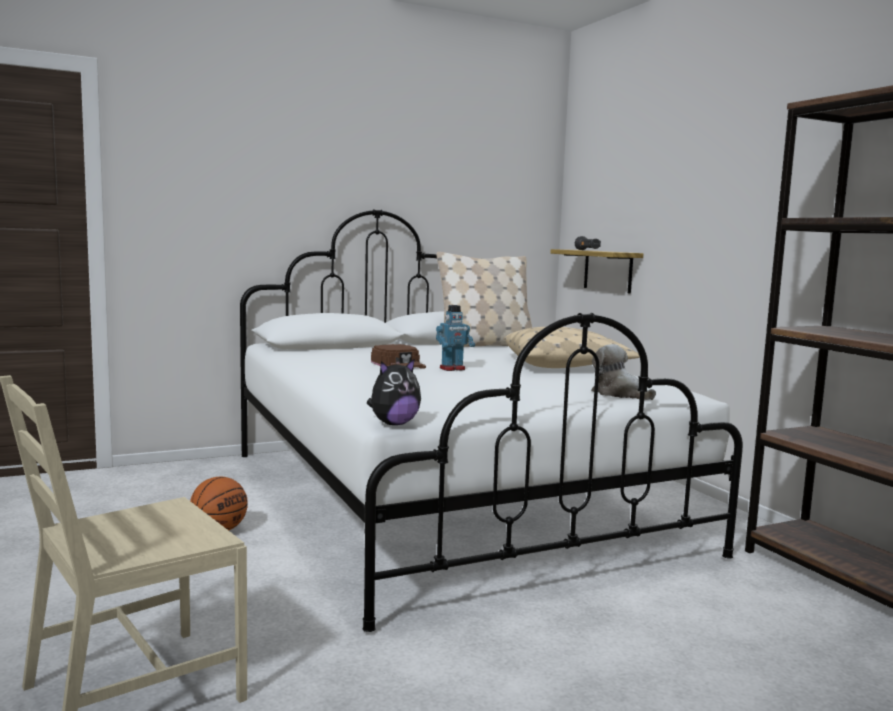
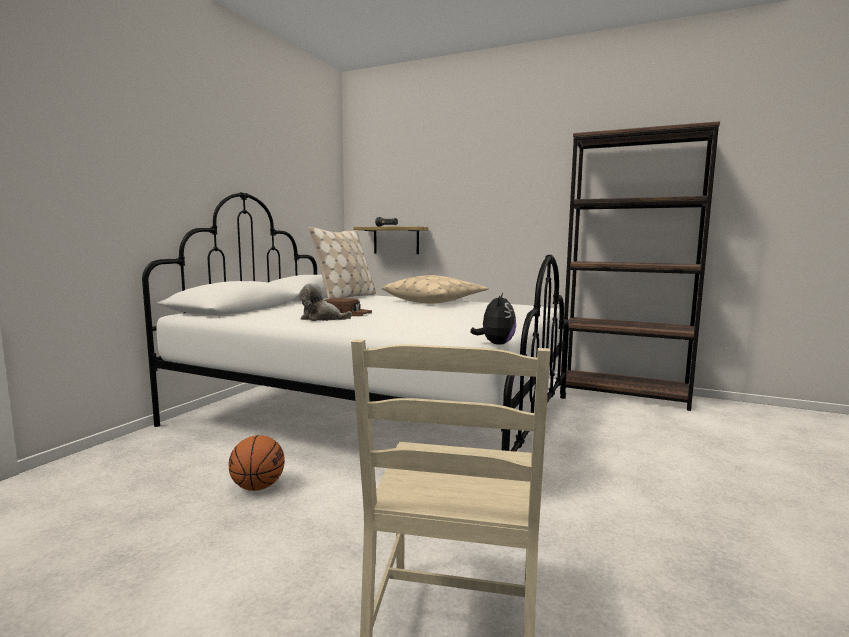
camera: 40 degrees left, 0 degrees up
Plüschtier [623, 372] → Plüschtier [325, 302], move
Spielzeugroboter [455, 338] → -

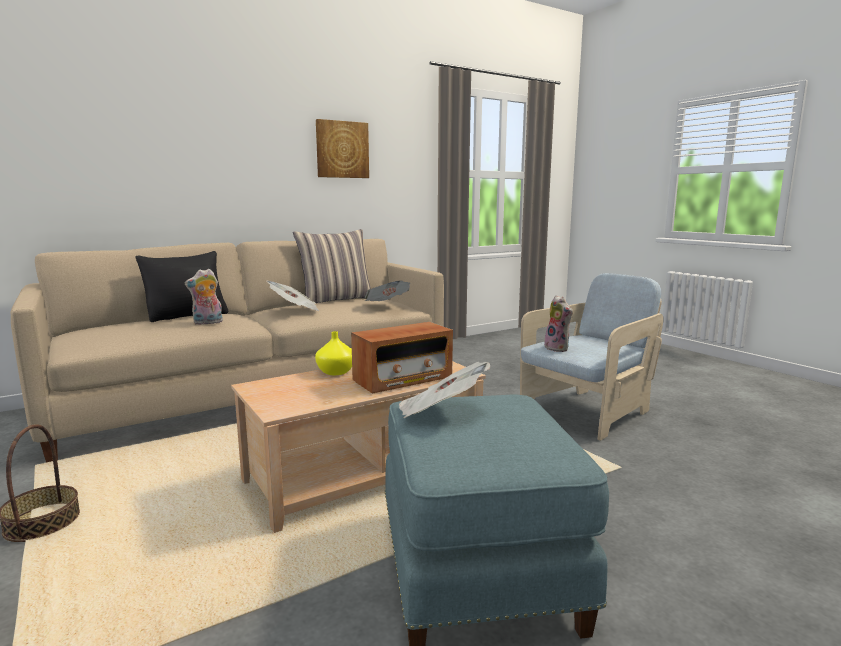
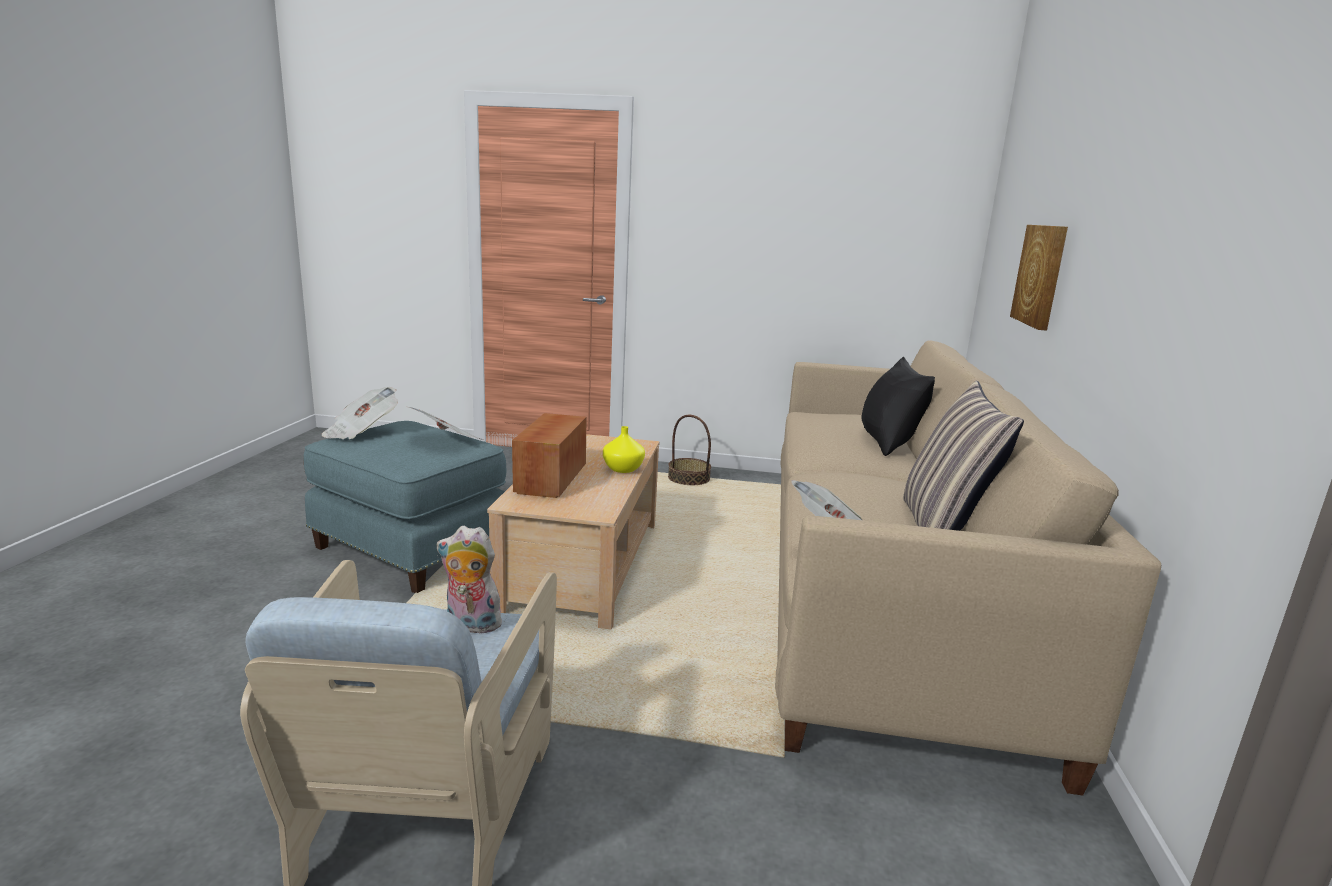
camera: 130 degrees right, 5 degrees up
Zeitung [293, 296] → Zeitung [360, 413], move
Bild [342, 148] → Bild [1039, 277], move
Plüschtier [204, 297] → -

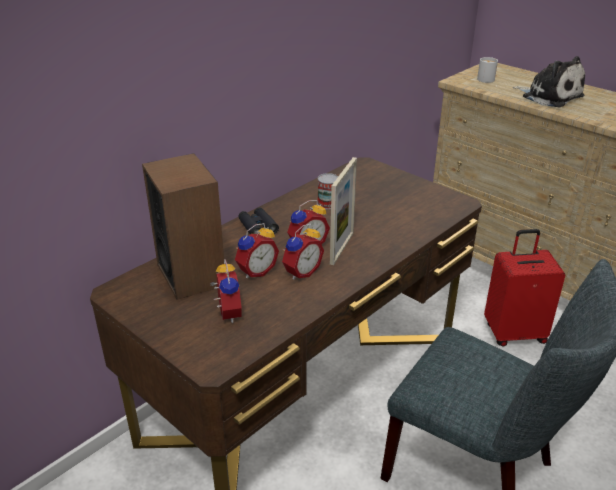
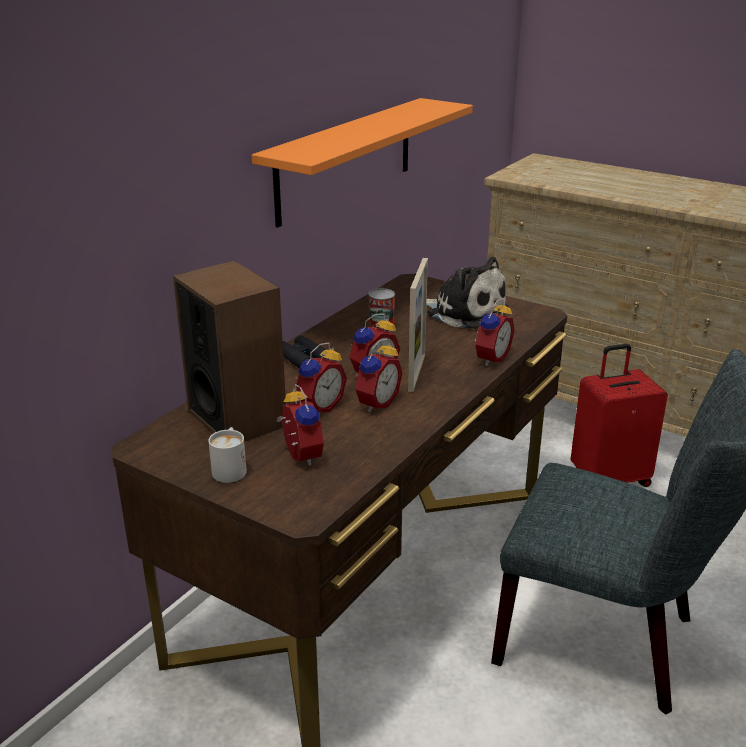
camera: 10 degrees left, 5 degrees down
Henkelbecher [weiß] [487, 70] → Henkelbecher [weiß] [227, 455], move
- → Wandregal [orange] [362, 163]
Plüschtier [549, 81] → Plüschtier [467, 293], move
- → Wecker [494, 332]

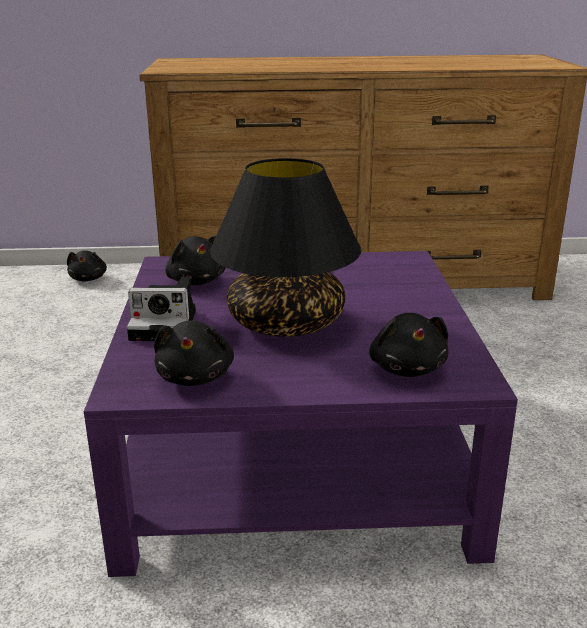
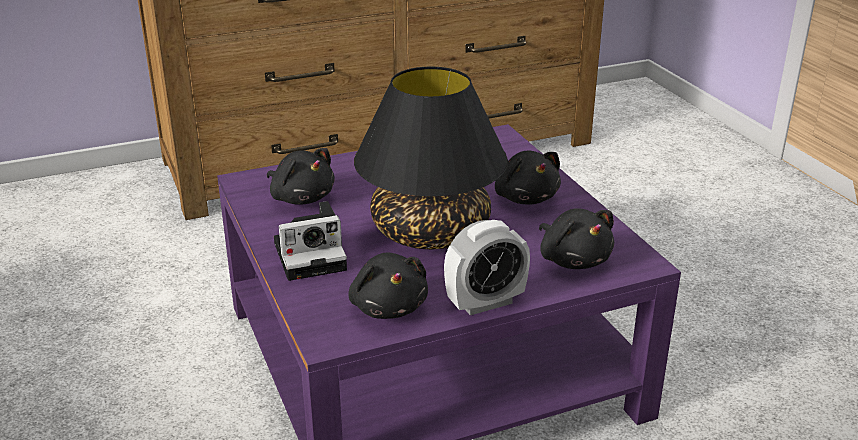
camera: 20 degrees left, 5 degrees up
- → Wecker [487, 267]
Plüschtier [schwarz] [87, 266] → Plüschtier [schwarz] [528, 178], move

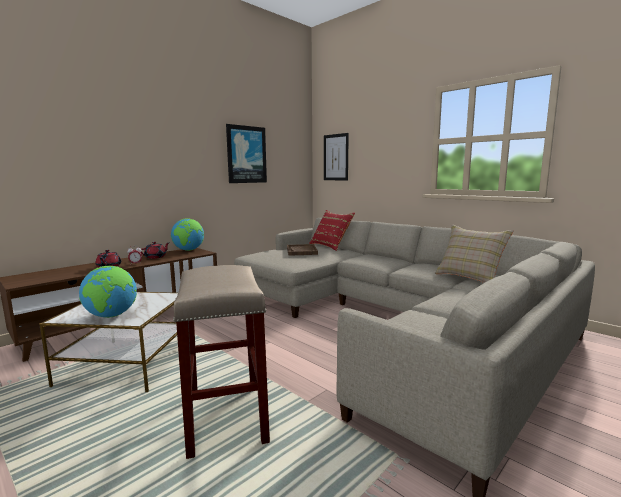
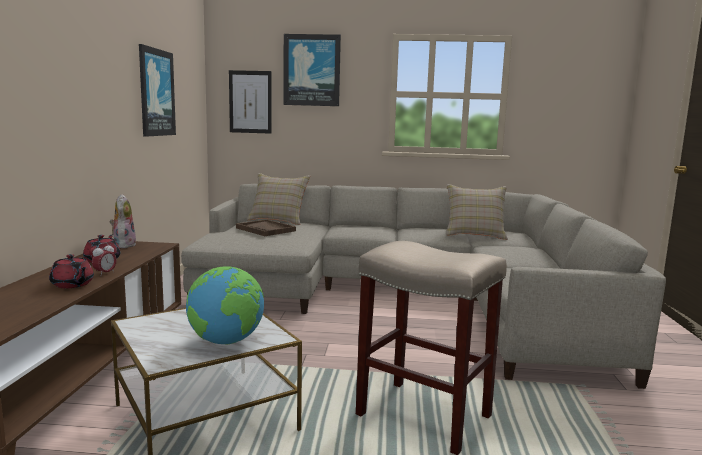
camera: 40 degrees left, 0 degrees up
Globus [187, 234] → Plüschtier [123, 221]
Kissen [rot] [332, 230] → Kissen [beige] [278, 199]
- → Bild [312, 70]

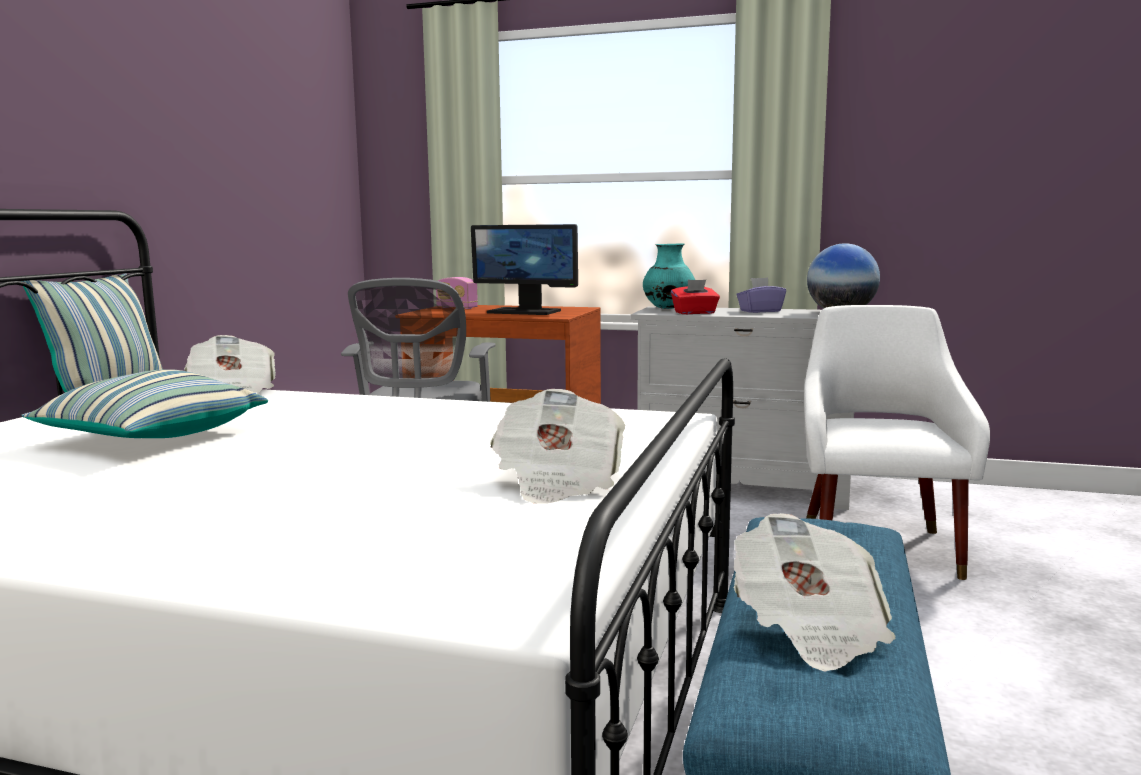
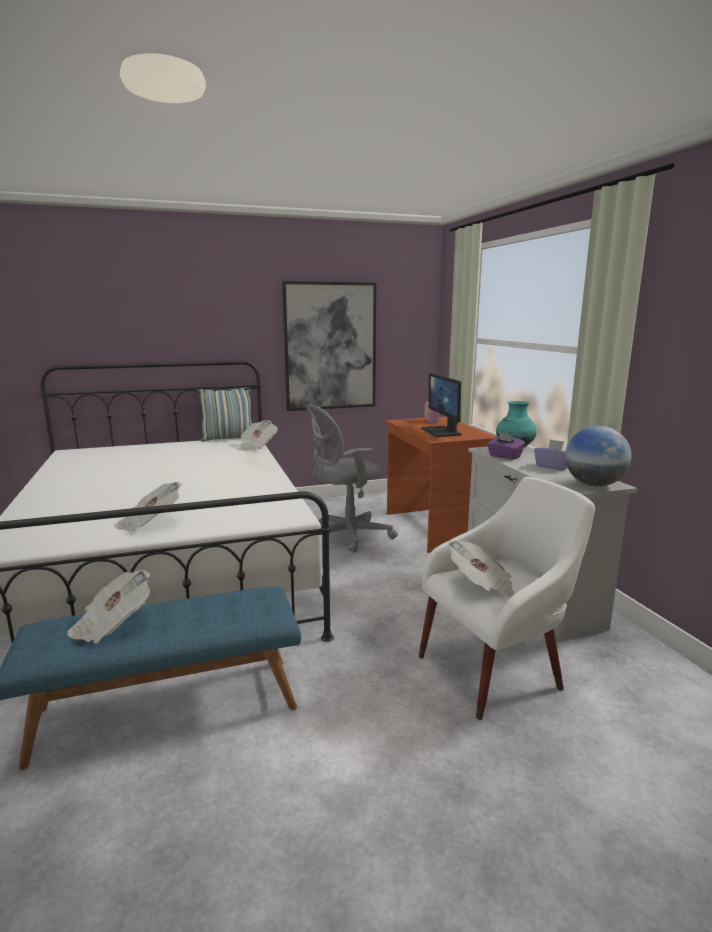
camera: 55 degrees right, 5 degrees up
- → Bild [329, 346]
- → Zeitung [481, 569]
Taschentuchbox [rot] [695, 297] → Taschentuchbox [lila] [506, 446]
Kissen [145, 403] → -

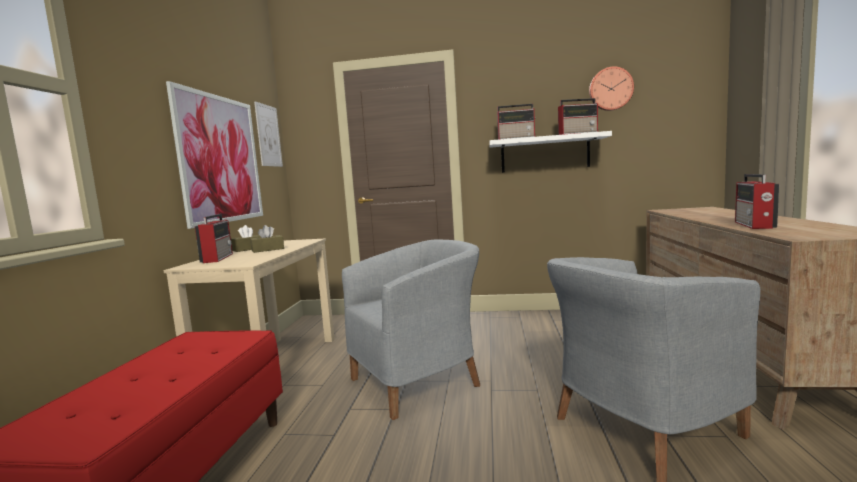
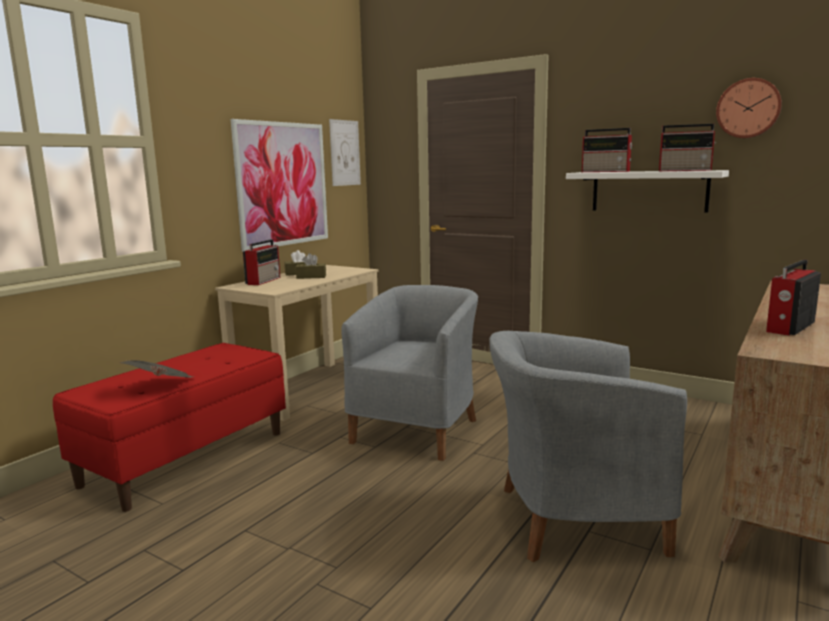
camera: 25 degrees right, 5 degrees up
- → Zeitung [157, 369]
Sessel [grau] [411, 329] → Sessel [grau] [409, 373], 60 degrees counterclockwise

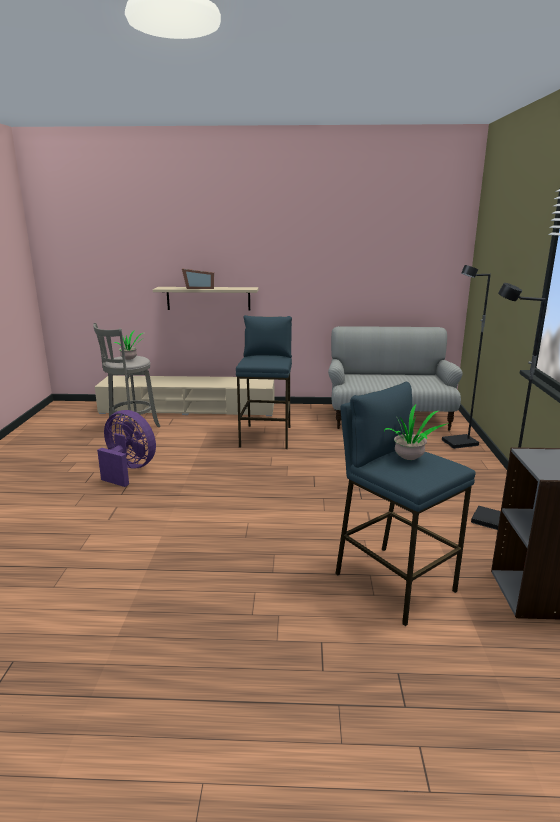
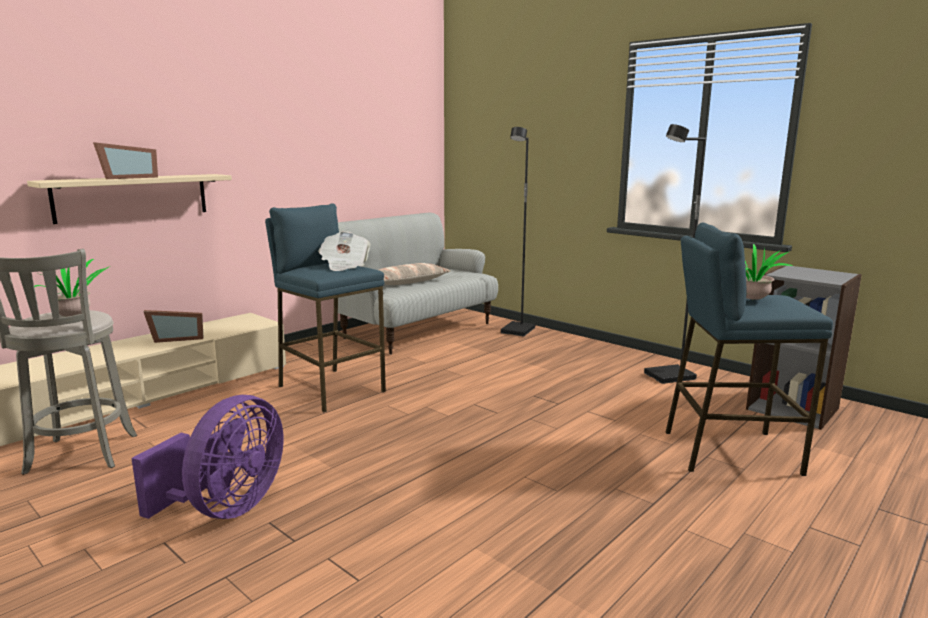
camera: 50 degrees left, 5 degrees down
Ventilator [lila] [126, 448] → Ventilator [lila] [207, 457], 135 degrees clockwise
- → Bilderrahmen [173, 326]
- → Zeitung [344, 251]
- → Kissen [415, 274]

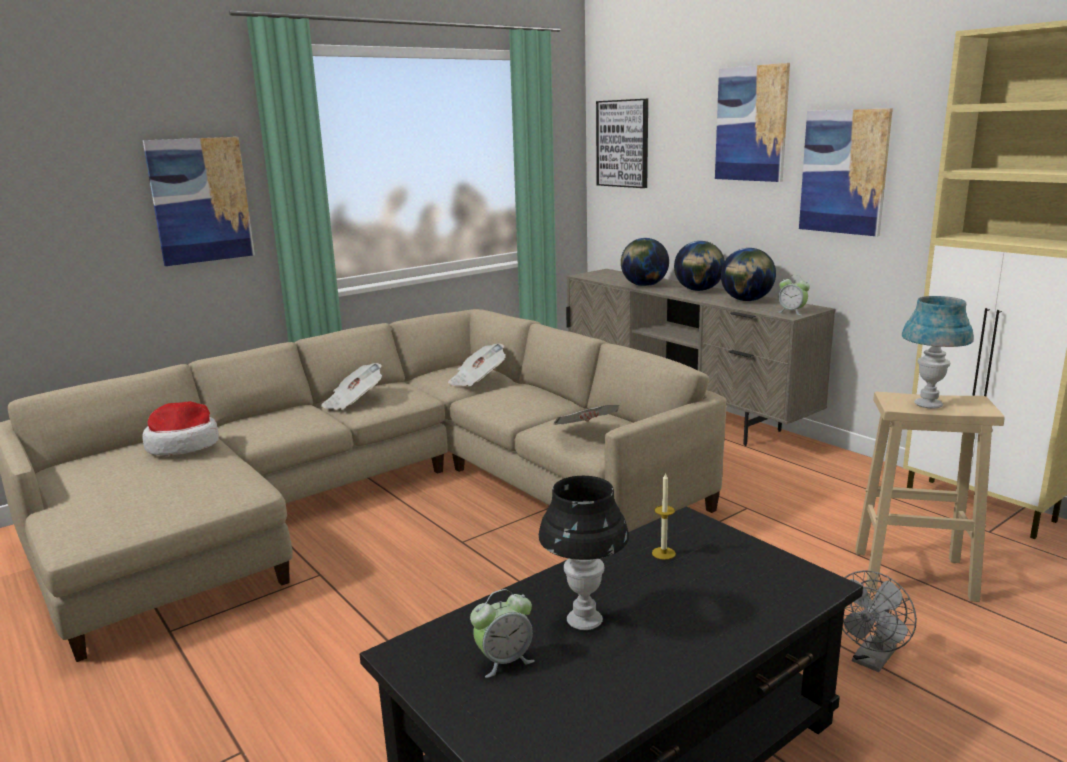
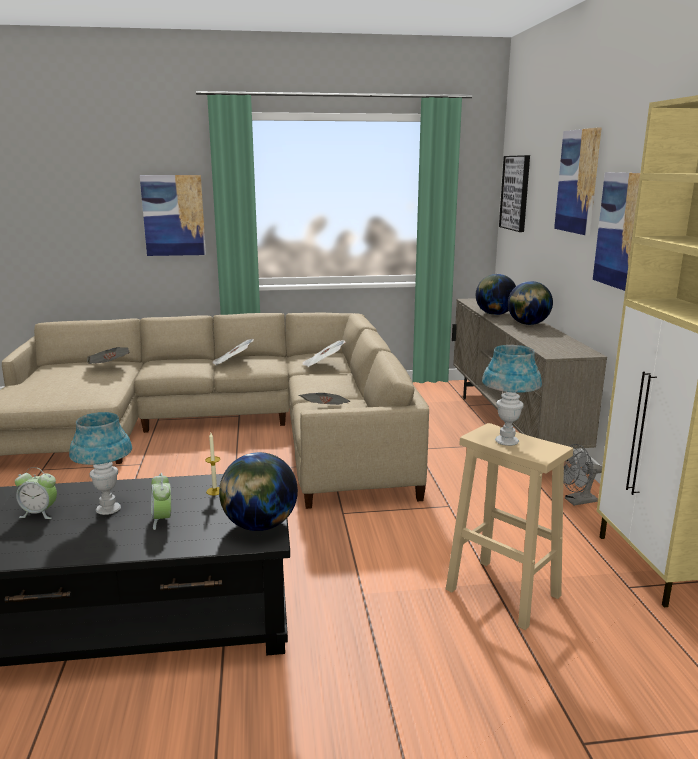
camera: 30 degrees right, 0 degrees up
Tischlampe [schwarz] [584, 553] → Tischlampe [blau] [100, 463]
Hut [181, 428] → Zeitung [108, 355]
Wecker [794, 295] → Wecker [161, 501], move
Globus [748, 274] → Globus [258, 491], move
Ventilator [grau] [879, 621] → Ventilator [grau] [583, 475], move

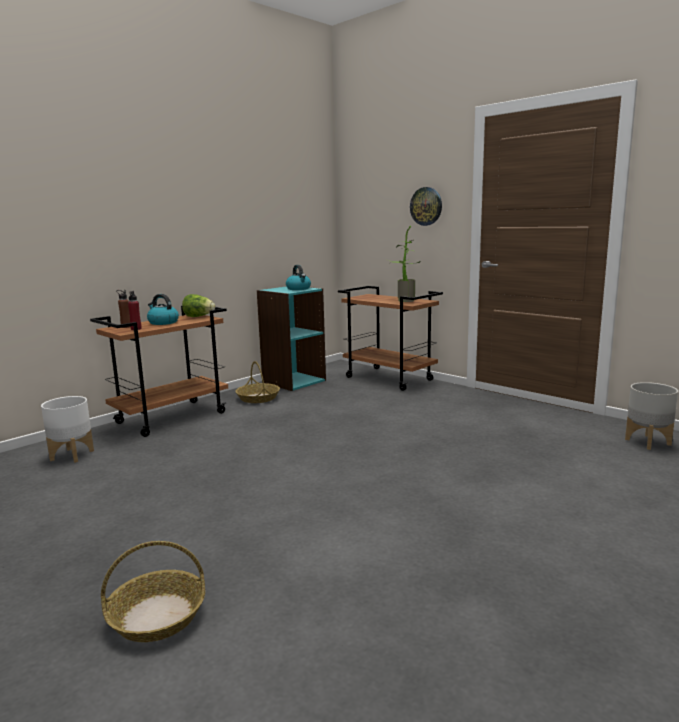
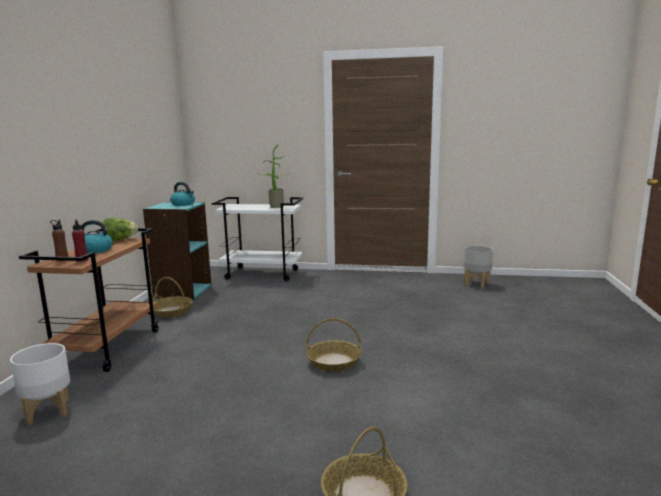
camera: 35 degrees left, 0 degrees up
Rollwagen [braun] [390, 338] → Rollwagen [weiß] [257, 239]
- → Korb [333, 345]
Wanduhr [426, 206] → -

